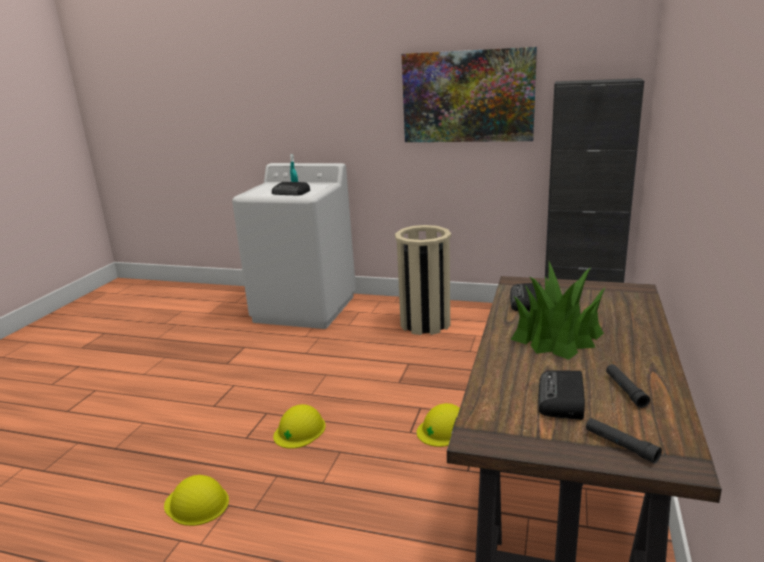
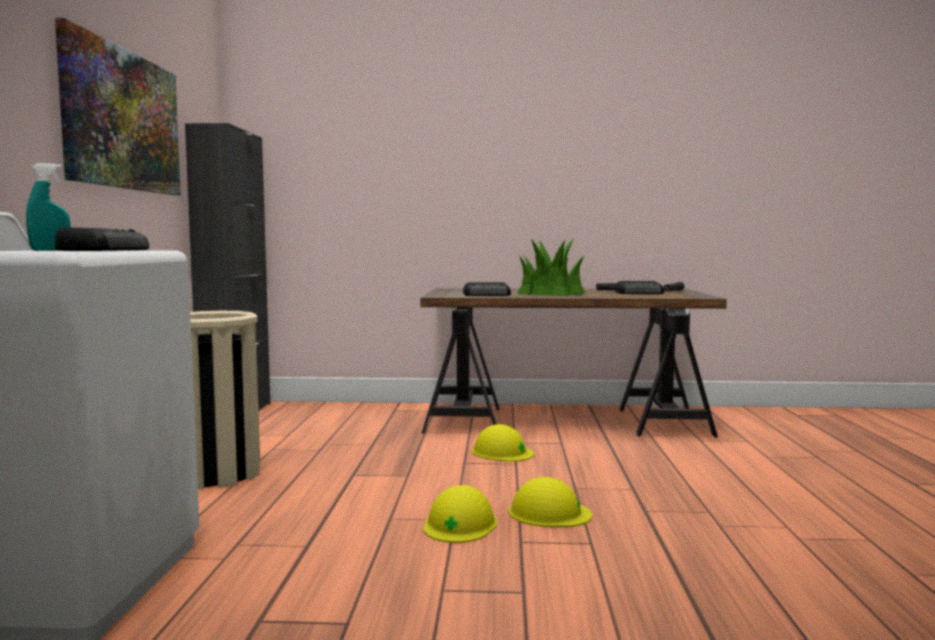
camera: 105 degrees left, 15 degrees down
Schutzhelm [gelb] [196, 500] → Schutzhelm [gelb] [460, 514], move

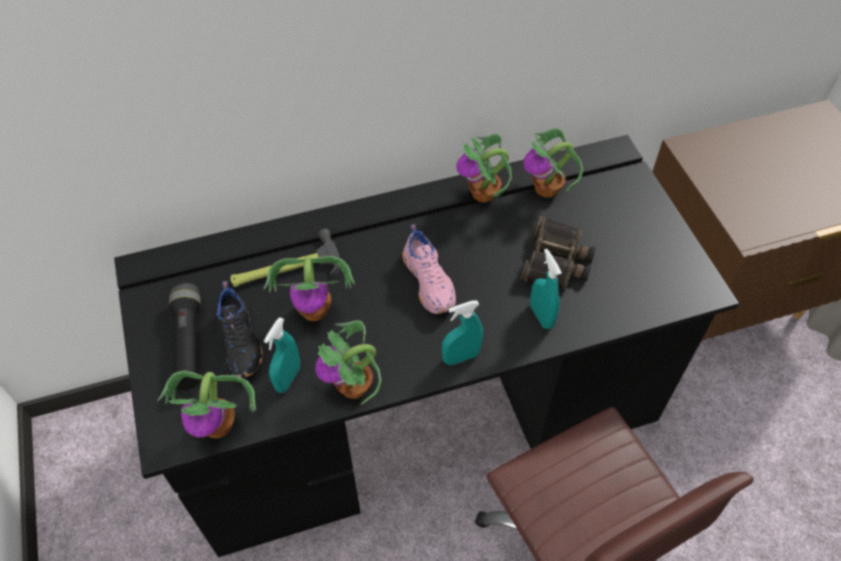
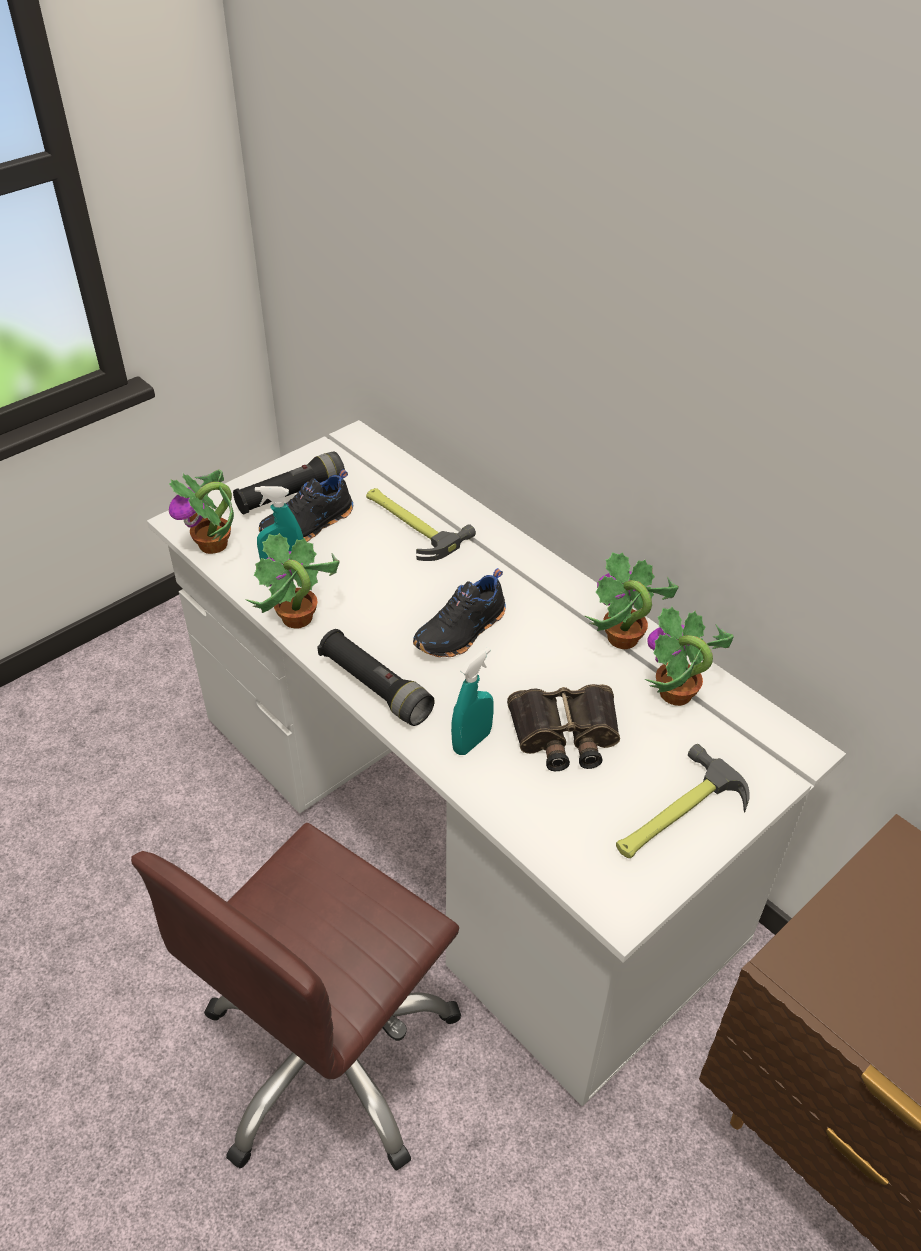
camera: 65 degrees right, 10 degrees down
Schreibtisch [schwarz] [426, 346] → Schreibtisch [weiß] [496, 763]
Sprühflasche [türkis] [462, 332] → Taschenlampe [schwarz] [376, 677]
Schuh [rosa] [429, 269] → Schuh [schwarz] [459, 612]
- → Hammer [683, 801]
Topfpflanze [309, 288] → -

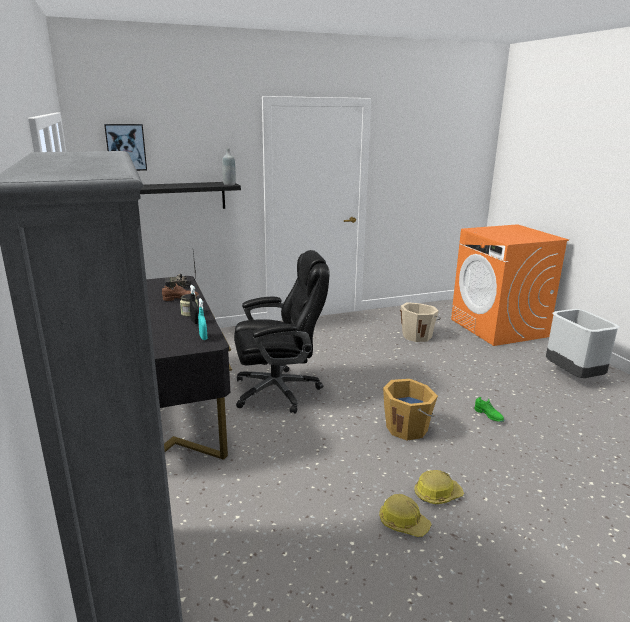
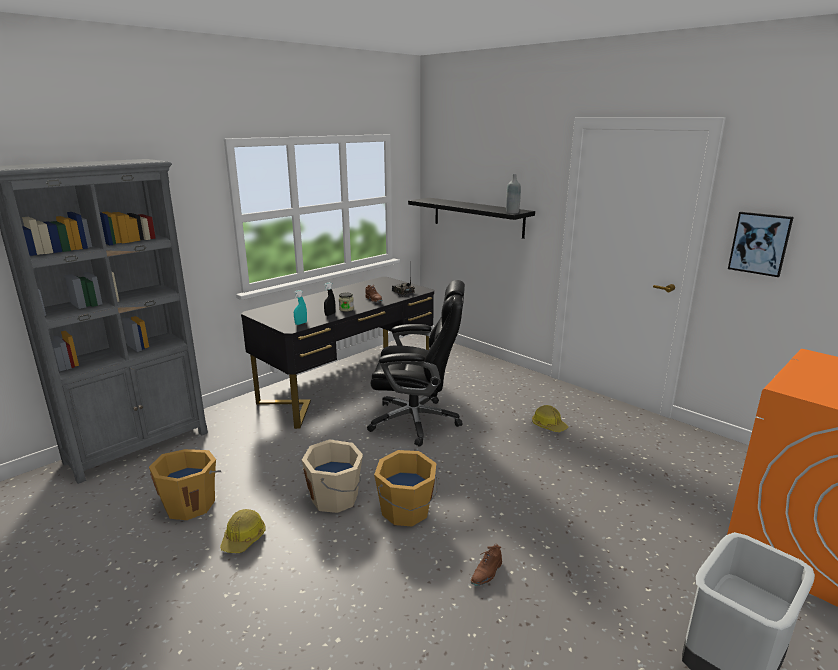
camera: 65 degrees right, 0 degrees up
- → Eimer [orange] [185, 484]
Eimer [beige] [420, 322] → Eimer [beige] [332, 476], move
Bürostuhl [schwarz] [282, 332] → Bürostuhl [schwarz] [416, 363], 45 degrees counterclockwise
Schuh [grün] [490, 409] → Schuh [braun] [486, 565]
Schutzhelm [439, 487] → Schutzhelm [550, 418], move
Bild [125, 147] → Bild [761, 244], move

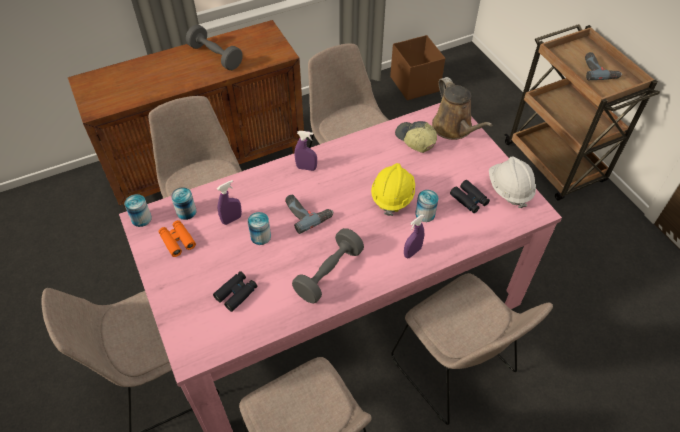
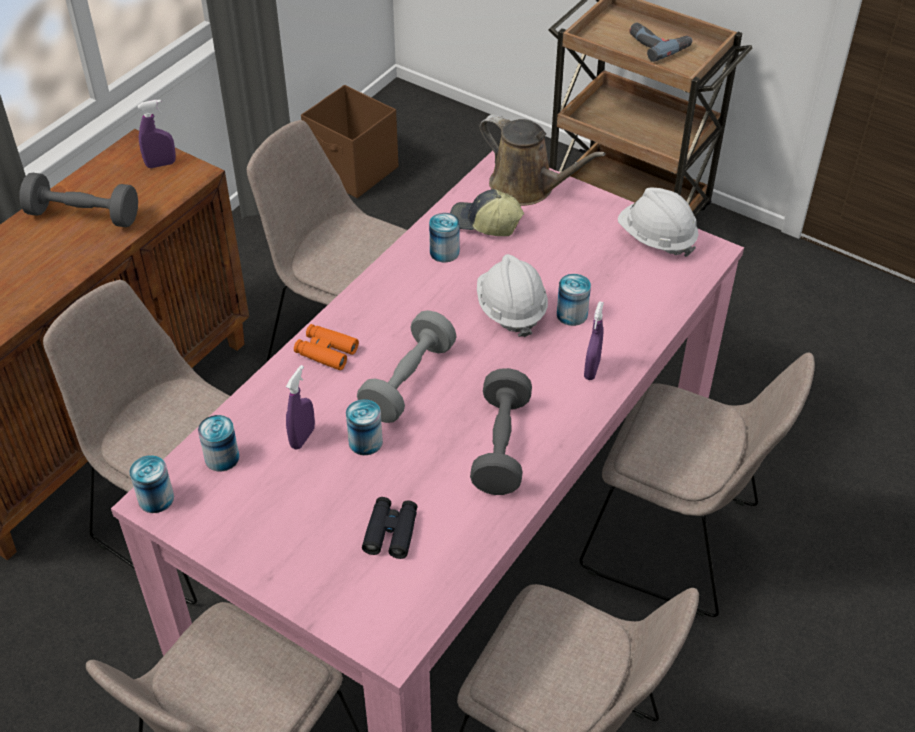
camera: 30 degrees left, 5 degrees down
Sprühflasche [lila] [306, 151] → Sprühflasche [lila] [157, 133], move
Fernglas [orange] [177, 238] → Fernglas [orange] [326, 347], move
Bohrmaschine [309, 214] → Hantel [grau] [407, 366]
- → Dose [444, 237]
Schutzhelm [gelb] [393, 189] → Schutzhelm [weiß] [512, 295]
Fernglas [schwarz] [470, 196] → -

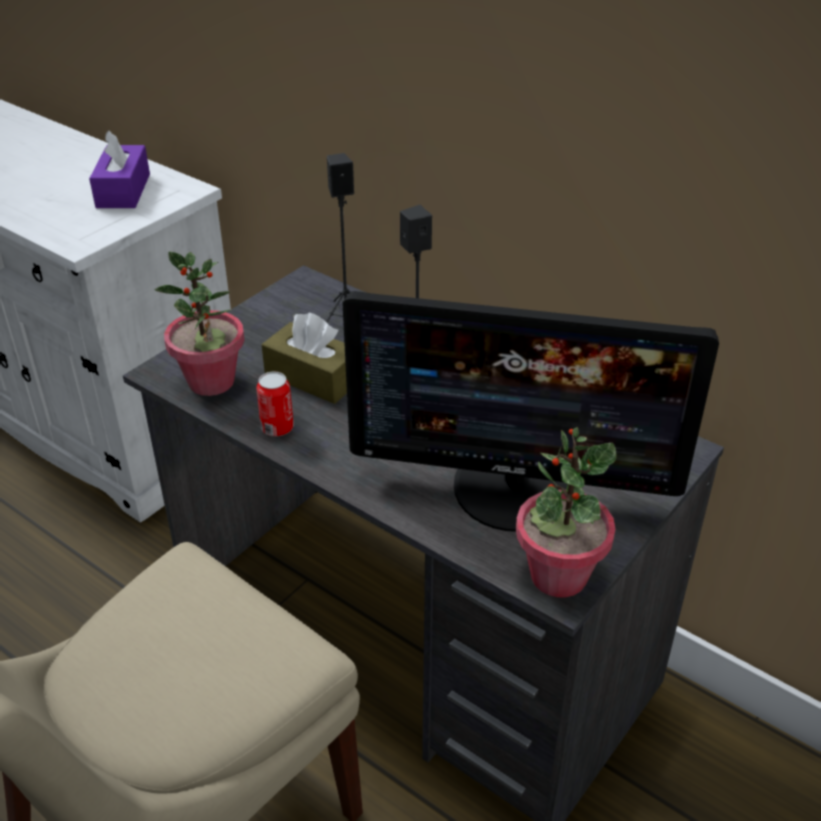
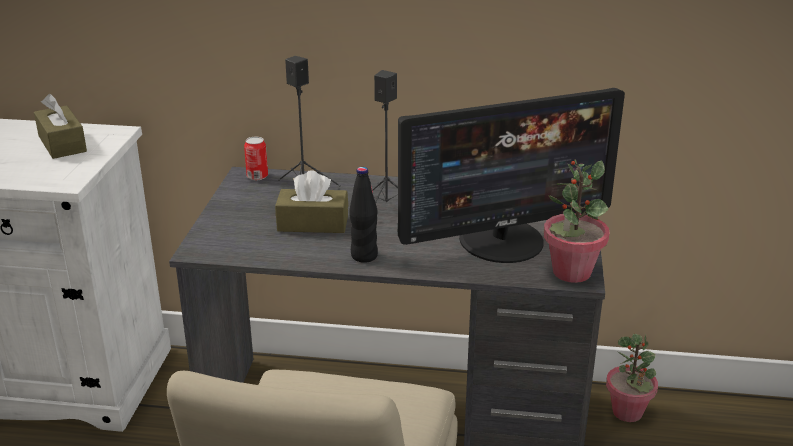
camera: 30 degrees left, 10 degrees down
Taschentuchbox [lila] [119, 169] → Taschentuchbox [braun] [60, 126]
Dose [275, 404] → Dose [256, 158], move
- → Flasche [schwarz] [363, 215]
Topfpflanze [200, 324] → Topfpflanze [632, 377], move

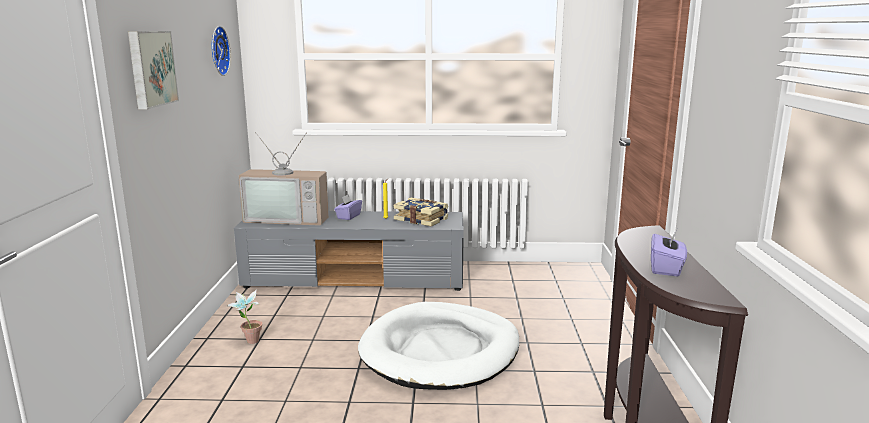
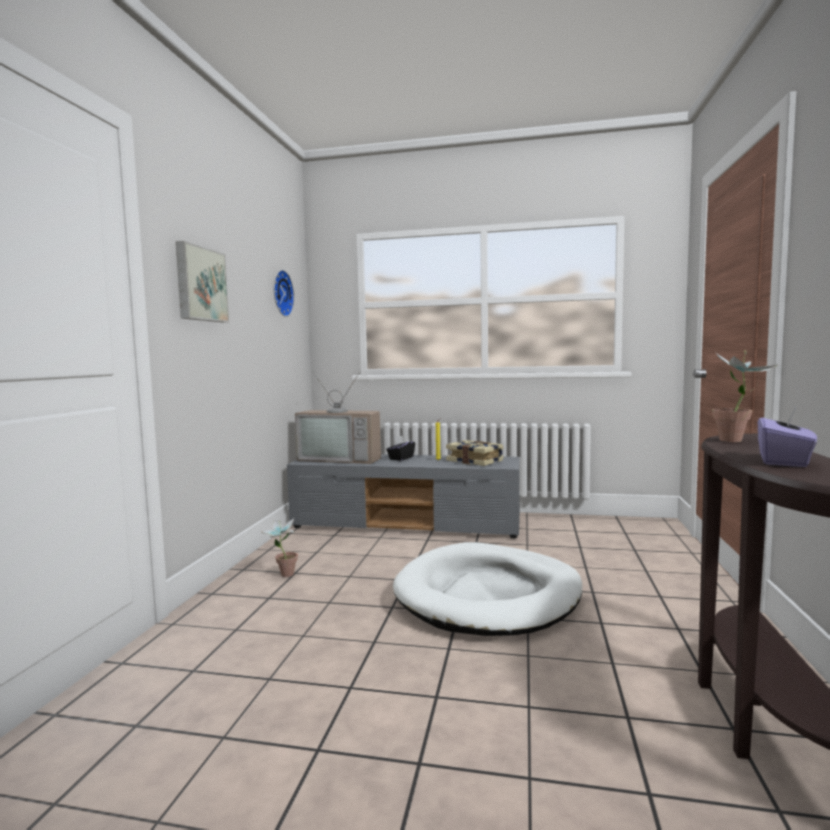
camera: 10 degrees right, 10 degrees down
Taschentuchbox [lila] [348, 207] → Taschentuchbox [schwarz] [400, 448]
- → Topfpflanze [745, 396]

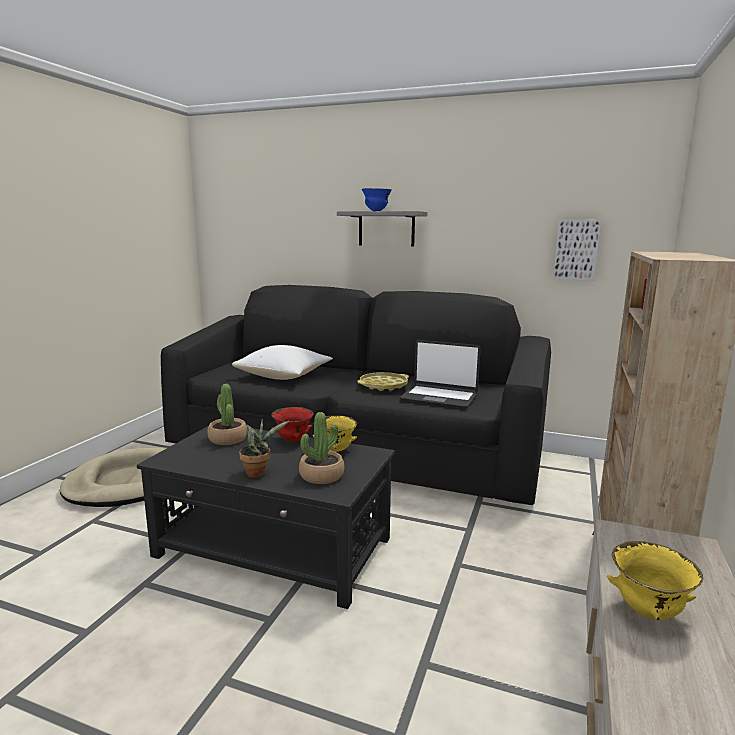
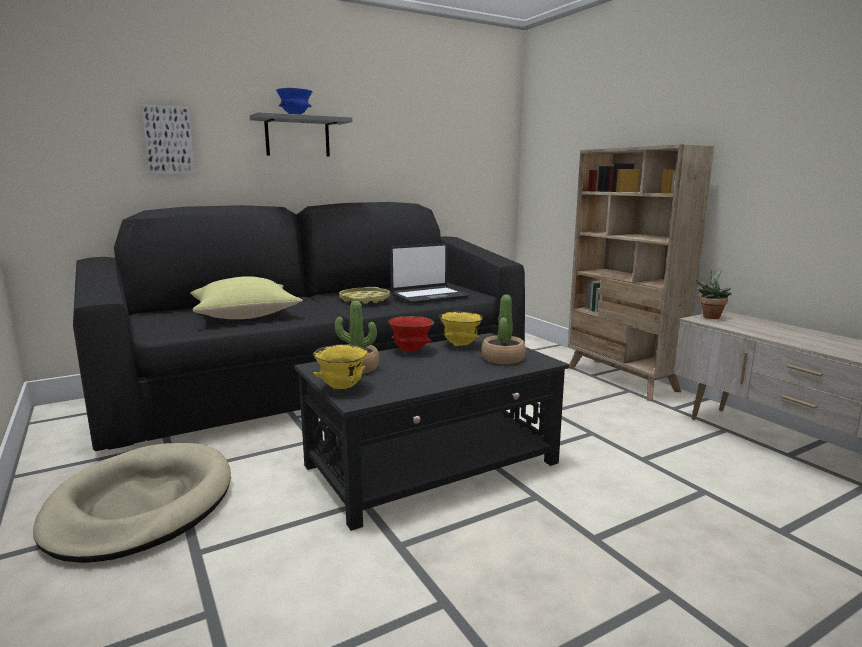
camera: 50 degrees left, 0 degrees up
Bild [577, 250] → Bild [168, 139], move
Kissen [weiß] [282, 362] → Kissen [gelb] [246, 297]
Schüssel [gelb] [655, 580] → Schüssel [gelb] [340, 366], move
Topfpflanze [264, 448] → Topfpflanze [714, 293], move

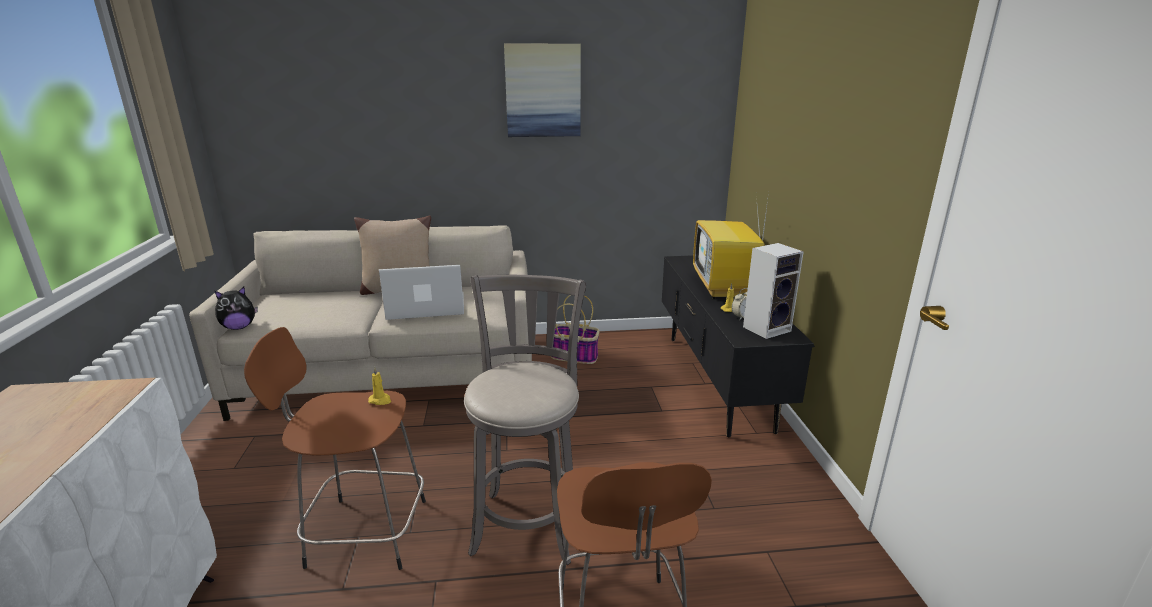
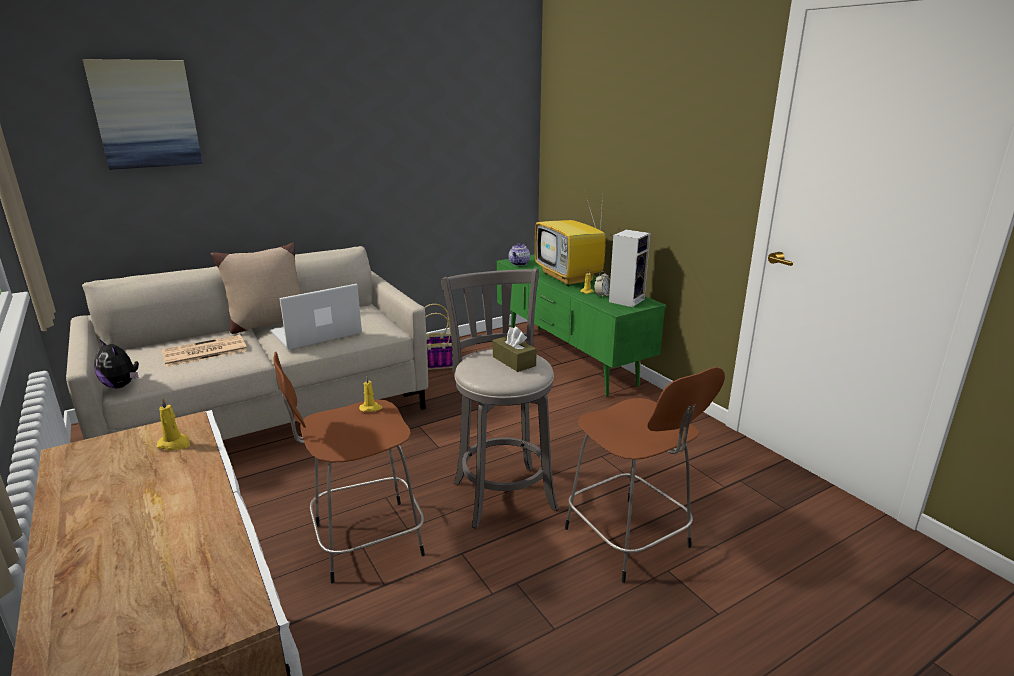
camera: 25 degrees left, 0 degrees up
Bild [542, 90] → Bild [142, 114], move
Plüschtier [236, 308] → Plüschtier [116, 364], 90 degrees clockwise
- → Kerze [gelb] [173, 423]
- → Zeitung [205, 351]
- → Taschentuchbox [braun] [515, 349]
Fernsehschrank [schwarz] [738, 346] → Fernsehschrank [grün] [582, 325]
- → Teekanne [519, 254]

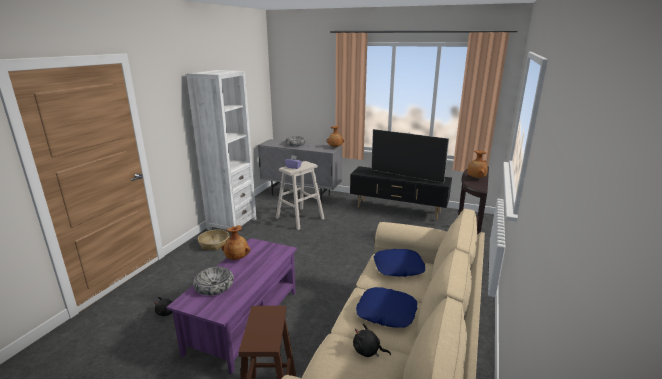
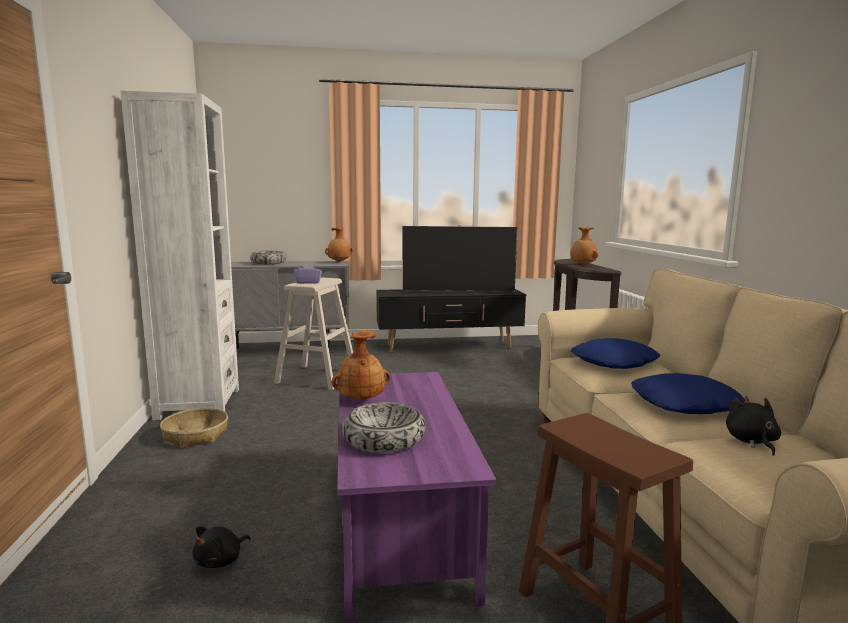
camera: 30 degrees left, 10 degrees down
Plüschtier [schwarz] [372, 340] → Plüschtier [schwarz] [753, 426], 105 degrees clockwise

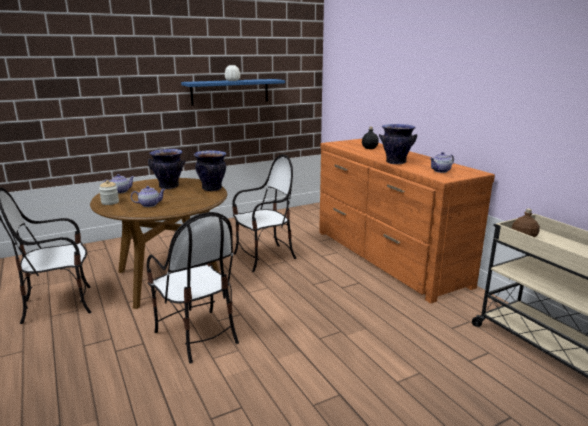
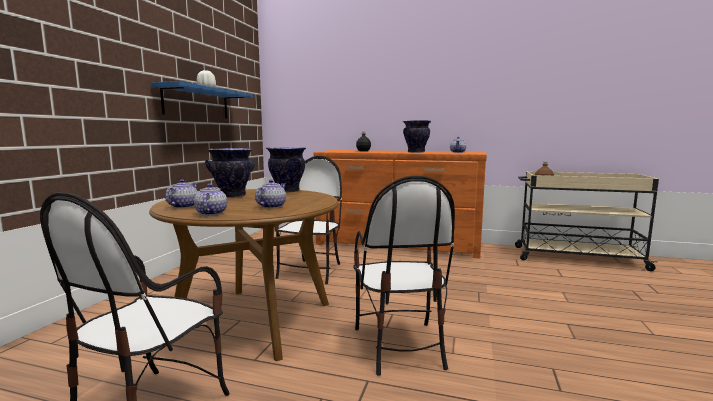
camera: 45 degrees left, 10 degrees down
Vorratsglas [109, 192] → Teekanne [210, 199]
Stuhl [193, 288] → Stuhl [404, 276], 75 degrees clockwise

